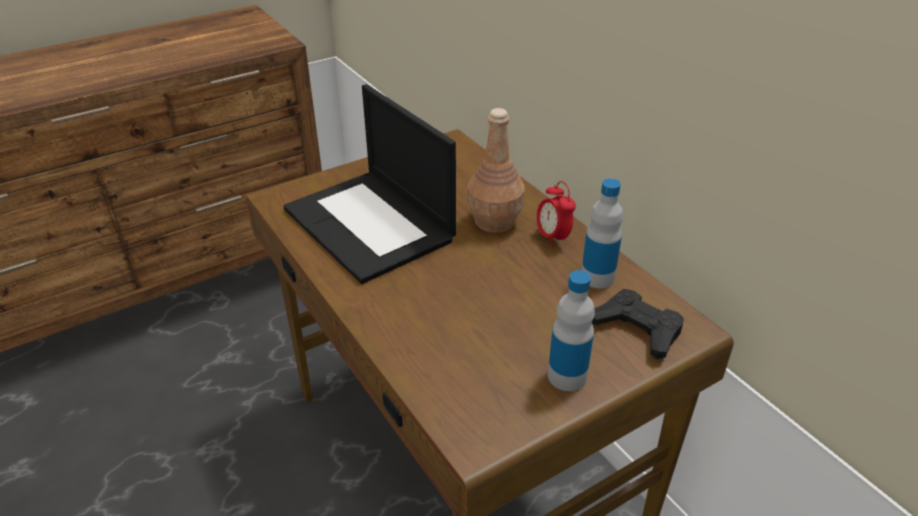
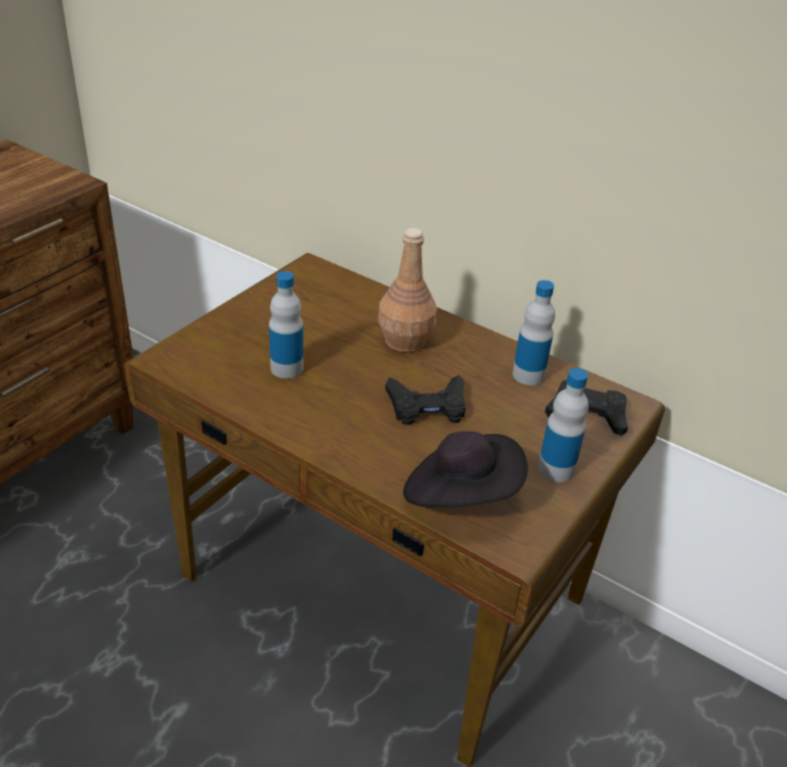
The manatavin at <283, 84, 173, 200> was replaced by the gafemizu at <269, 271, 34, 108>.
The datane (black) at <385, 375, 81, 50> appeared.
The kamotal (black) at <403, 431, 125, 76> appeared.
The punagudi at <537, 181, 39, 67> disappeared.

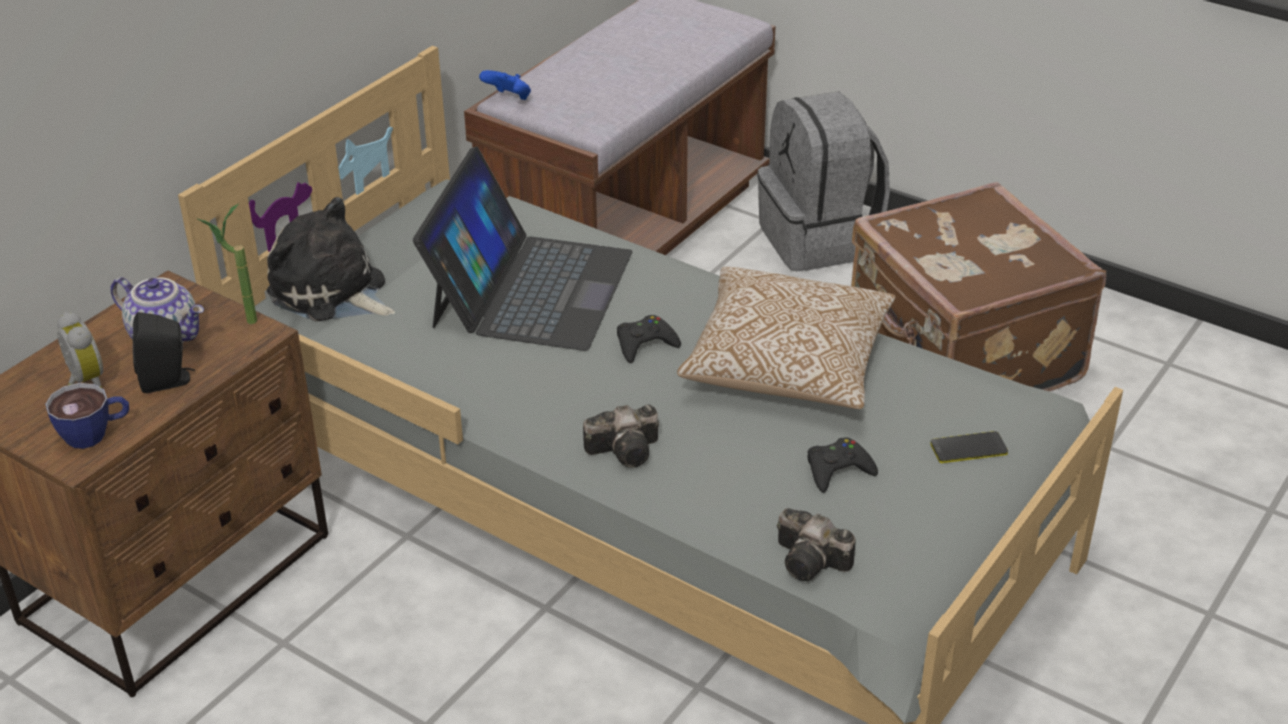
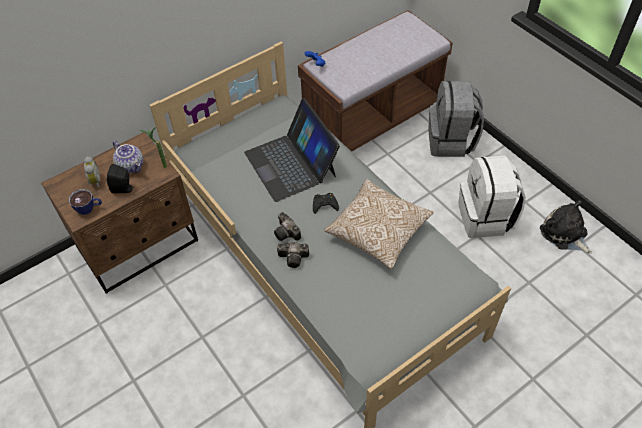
The manatavin at <413, 146, 219, 205> turned 120 degrees clockwise.
The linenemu moved from <777, 508, 79, 73> to <274, 212, 27, 29>.
The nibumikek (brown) at <851, 182, 255, 210> was replaced by the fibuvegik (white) at <458, 155, 68, 83>.
The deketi moved from <267, 197, 128, 125> to <540, 200, 52, 54>.
The datane (black) at <808, 437, 70, 56> disappeared.
The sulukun at <930, 431, 78, 32> disappeared.

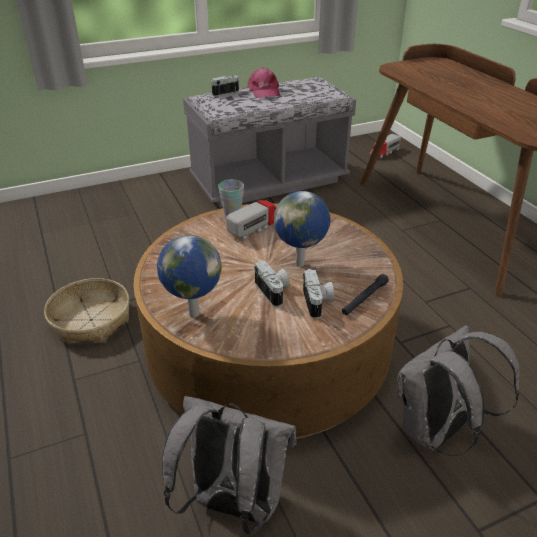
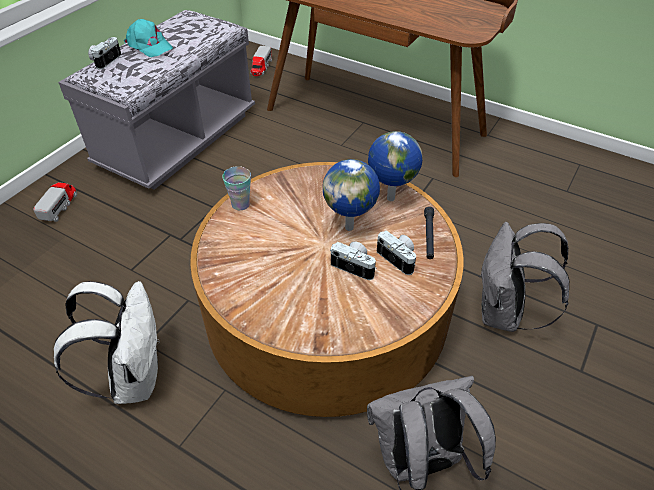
The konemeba moved from <226, 200, 50, 41> to <33, 182, 44, 40>.
The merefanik at <44, 278, 85, 65> was replaced by the fibuvegik (white) at <54, 281, 106, 123>.
The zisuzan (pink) at <247, 68, 33, 30> became the zisuzan (turquoise) at <124, 19, 49, 38>.
The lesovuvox moved from <157, 235, 65, 82> to <368, 131, 54, 70>.

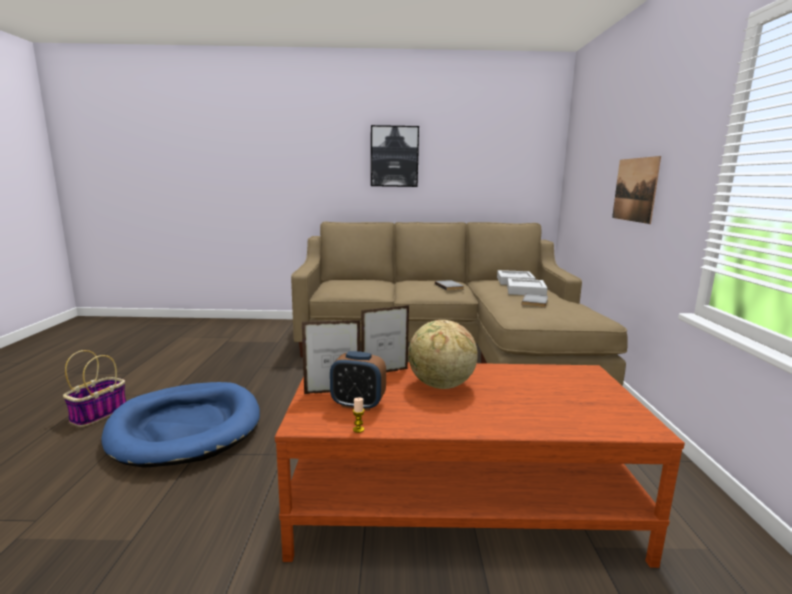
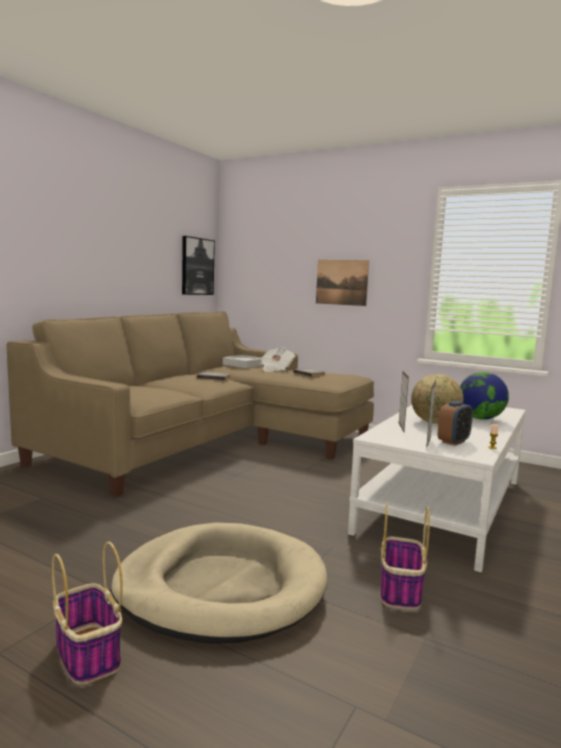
The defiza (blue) at <101, 382, 159, 86> became the defiza (beige) at <111, 523, 217, 121>.
The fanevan moved from <371, 125, 48, 62> to <182, 236, 33, 59>.
The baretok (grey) at <507, 278, 40, 18> was replaced by the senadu at <261, 347, 34, 25>.
The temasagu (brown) at <275, 362, 410, 206> became the temasagu (white) at <348, 405, 178, 167>.
The merefanik at <381, 501, 49, 109> appeared.
The lesovuvox at <460, 372, 49, 48> appeared.

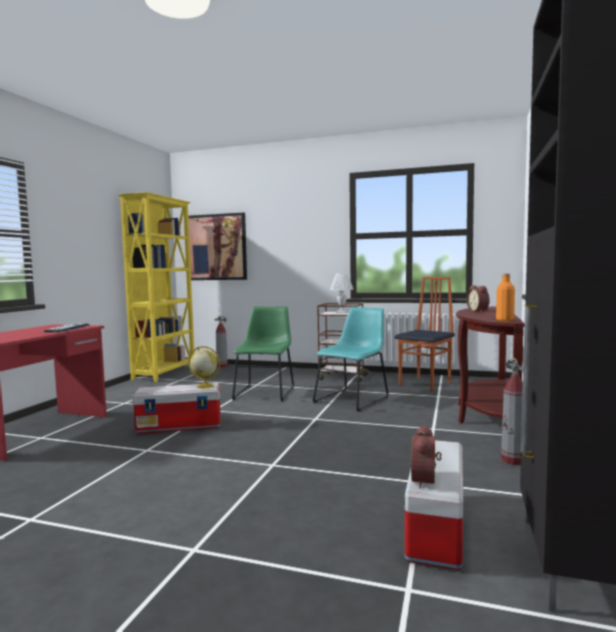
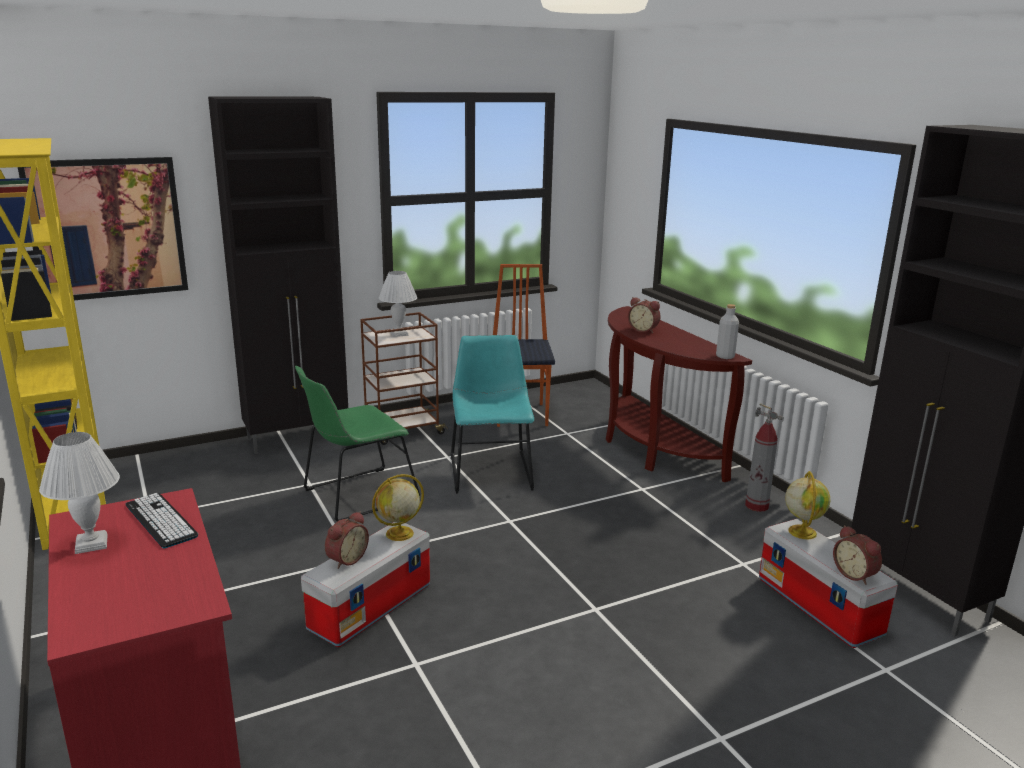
The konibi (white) at <39, 432, 81, 122> appeared.
The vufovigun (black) at <208, 97, 140, 357> appeared.
The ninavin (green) at <232, 306, 62, 96> turned 90 degrees counterclockwise.
The punagudi at <325, 512, 44, 57> appeared.
The gafemizu (orange) at <496, 274, 19, 47> became the gafemizu (grey) at <716, 304, 23, 55>.
The lesovuvox at <785, 471, 45, 68> appeared.
The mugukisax at <214, 316, 14, 52> disappeared.

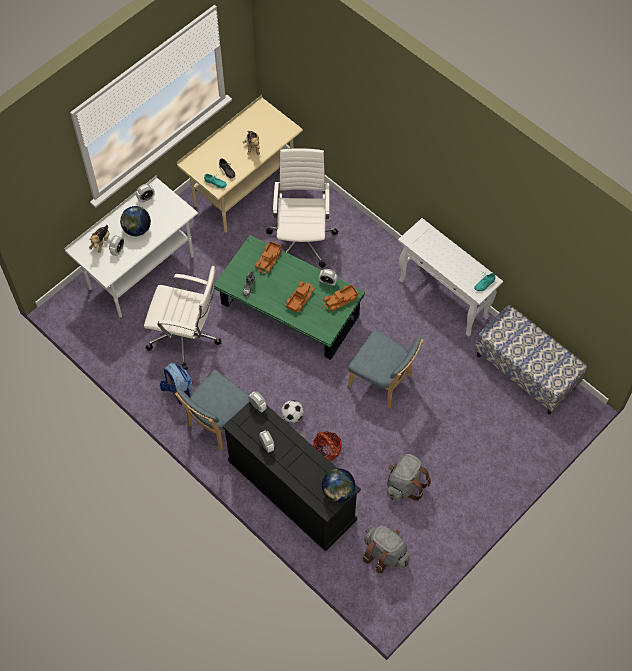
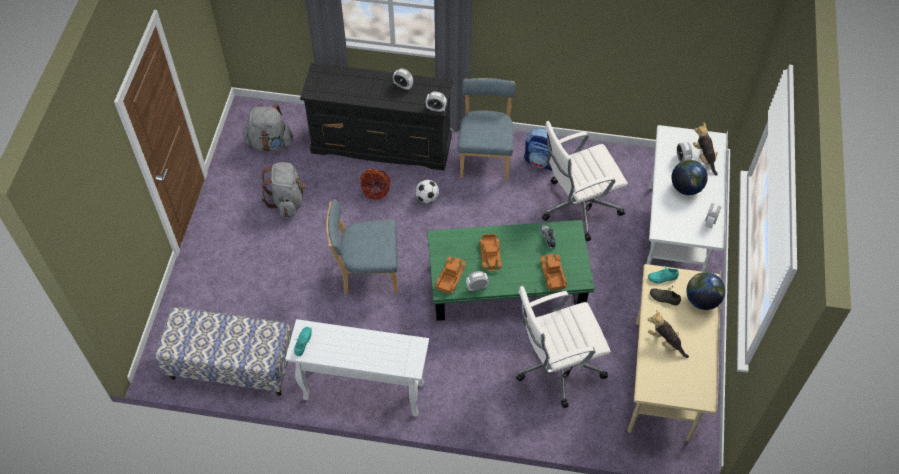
The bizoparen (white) at <266, 148, 72, 120> turned 105 degrees clockwise.
The lesovuvox moved from <322, 468, 33, 34> to <686, 272, 39, 38>.

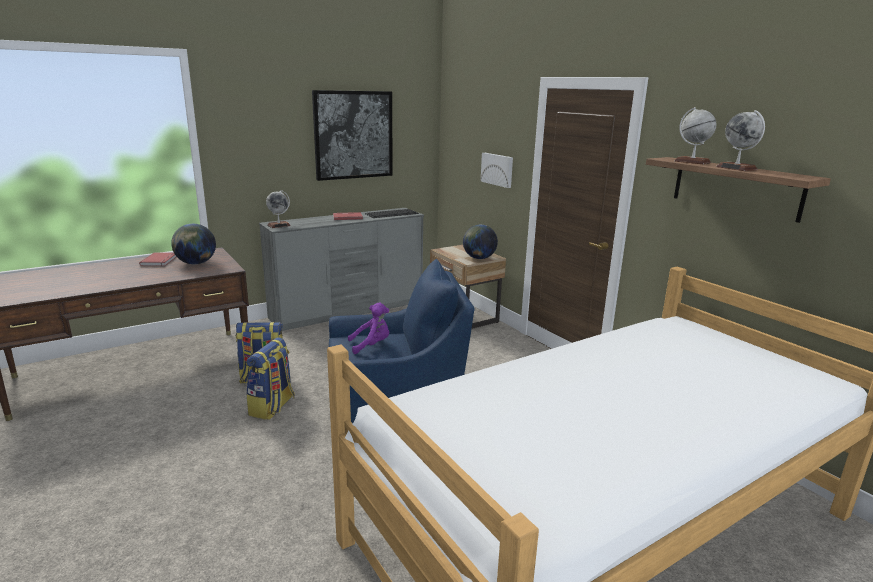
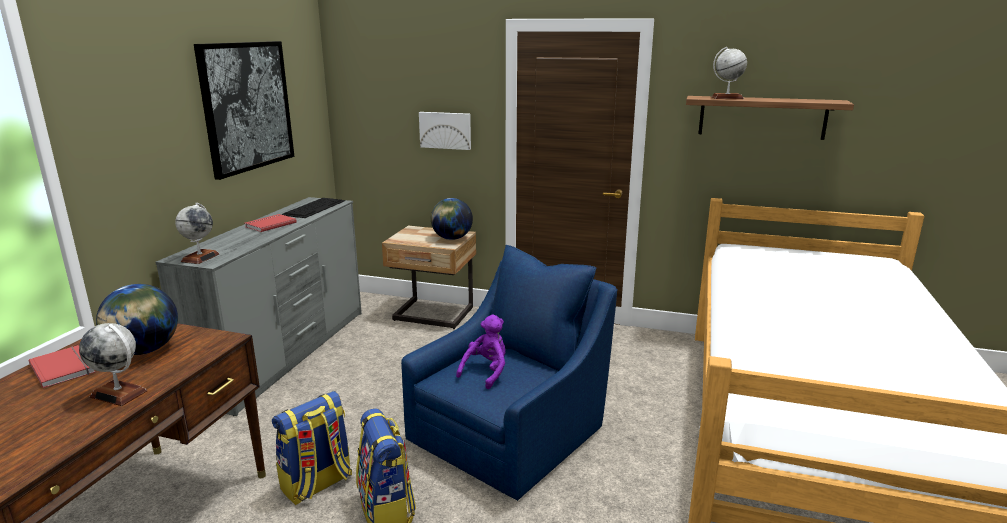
The lesovuvox moved from <716, 110, 49, 61> to <79, 323, 68, 83>.

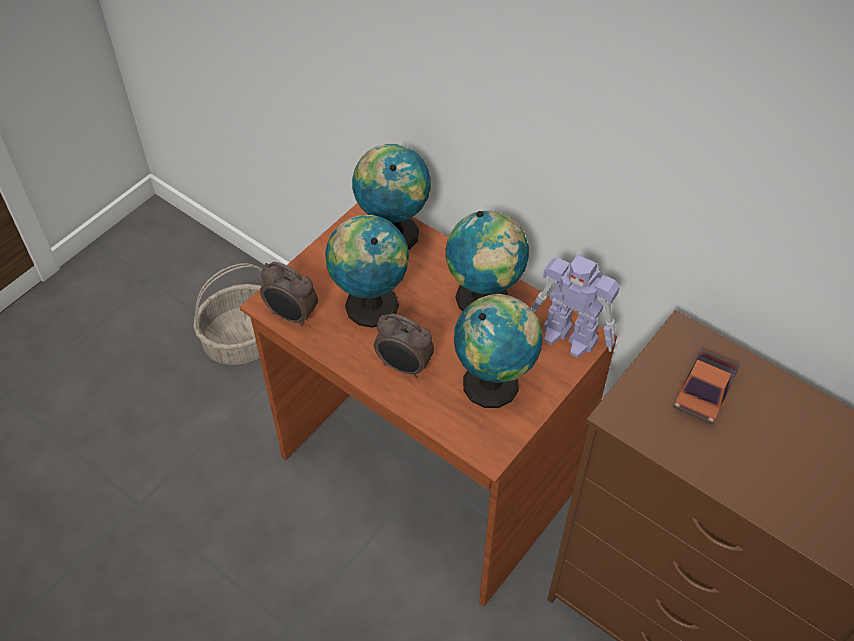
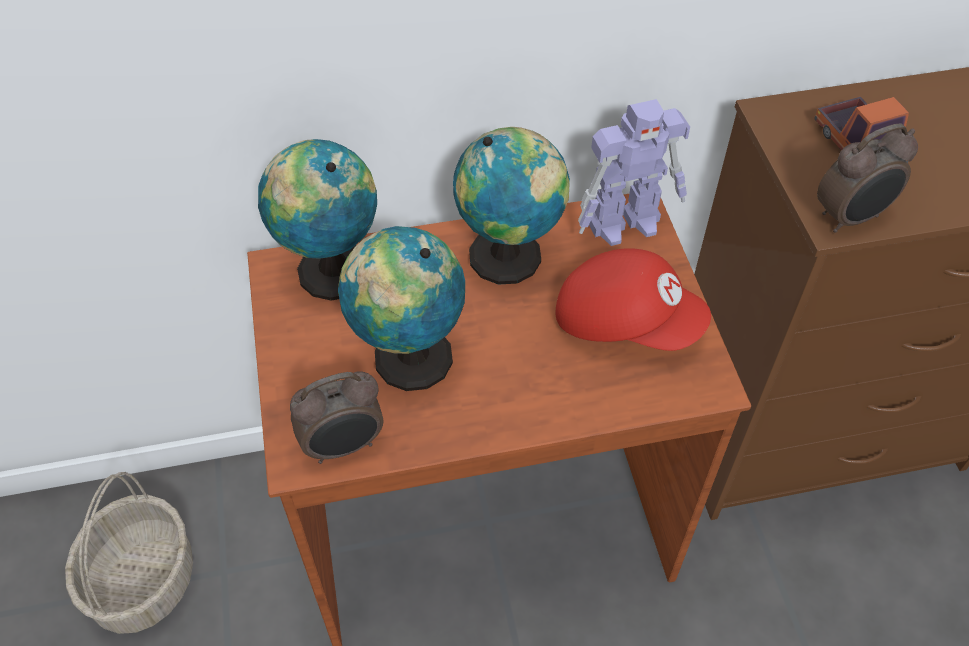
The lesovuvox at <454, 294, 89, 114> was replaced by the zisuzan (red) at <556, 248, 155, 103>.
The punagudi moved from <374, 314, 60, 64> to <817, 123, 101, 110>.

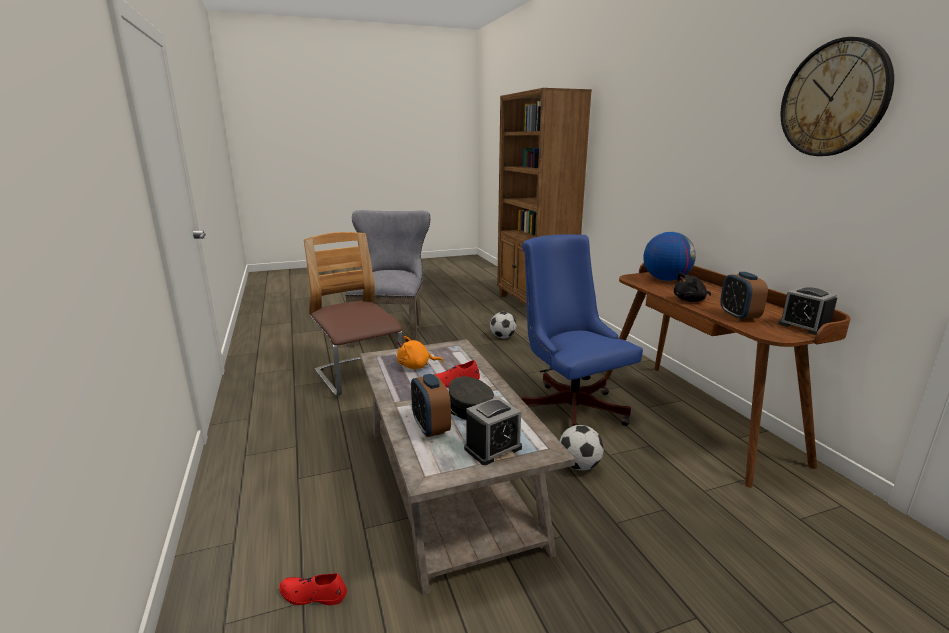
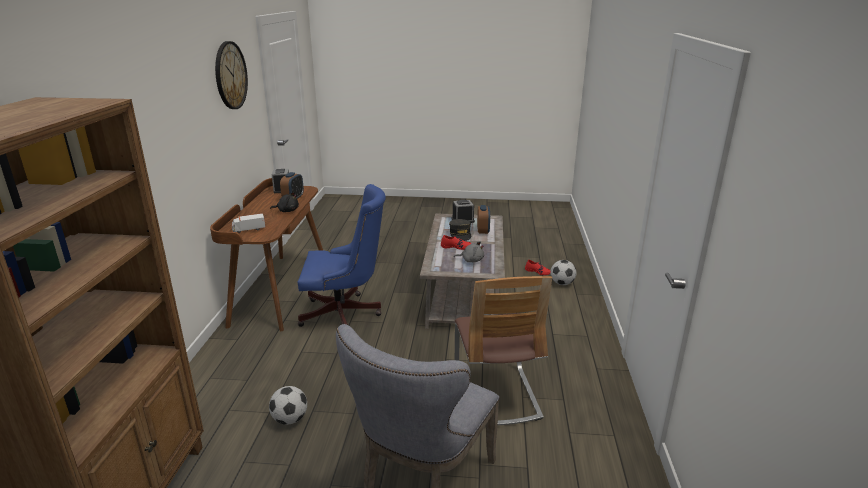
The lesovuvox at <643, 232, 53, 49> was replaced by the konemeba at <232, 213, 33, 20>.
The bizoparen (blue) at <521, 235, 122, 191> turned 90 degrees counterclockwise.
The deketi (orange) at <397, 336, 46, 33> became the deketi (grey) at <454, 241, 30, 21>.
The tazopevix moved from <560, 425, 44, 45> to <550, 260, 27, 25>.

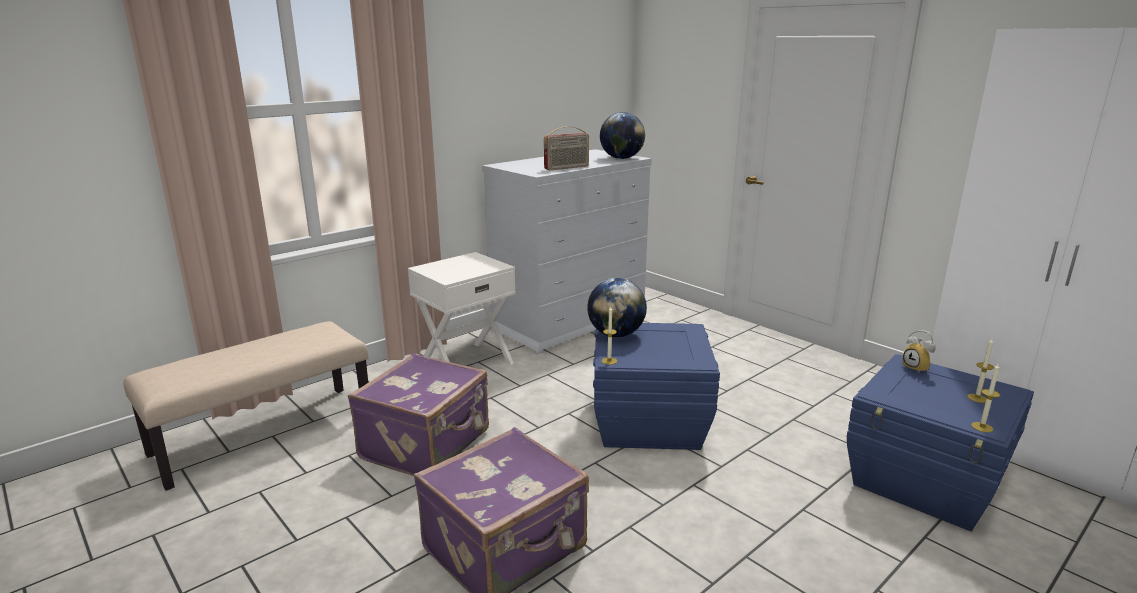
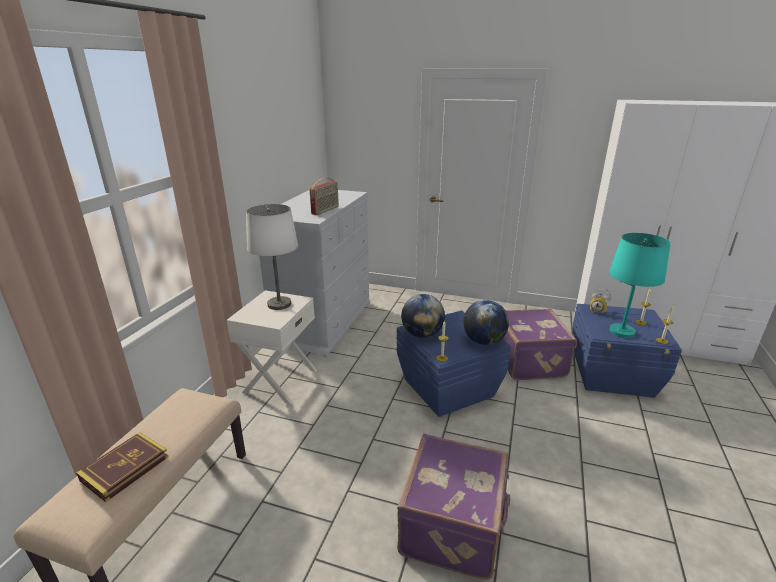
The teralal at <76, 432, 92, 70> appeared.
The konibi (white) at <246, 204, 52, 106> appeared.
The lesovuvox moved from <600, 112, 45, 47> to <463, 300, 46, 45>.
The nibumikek (purple) moved from <348, 353, 141, 123> to <502, 309, 75, 71>.
The konibi (turquoise) at <609, 233, 62, 105> appeared.

